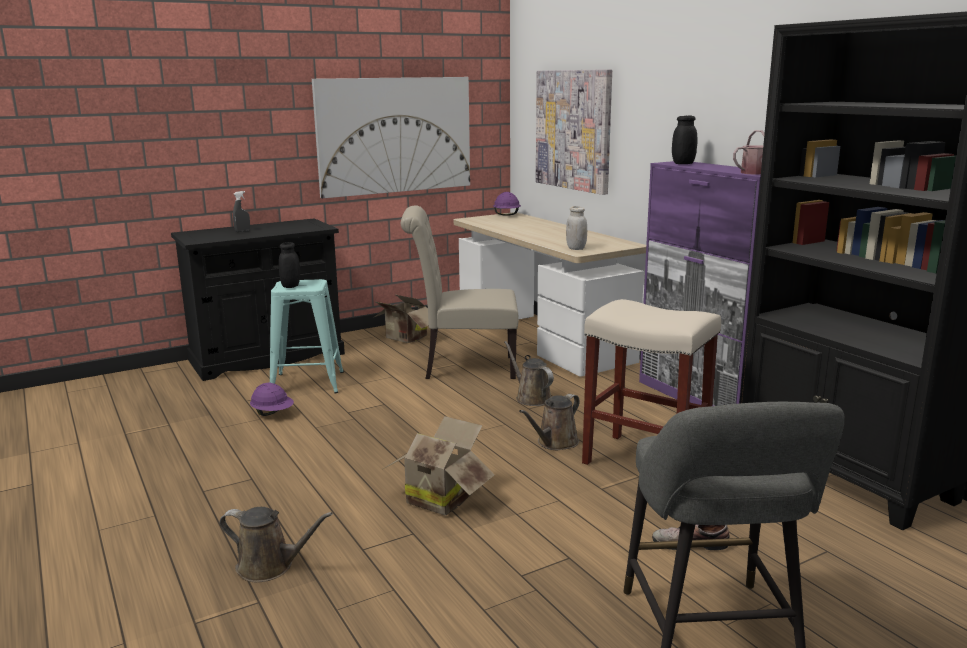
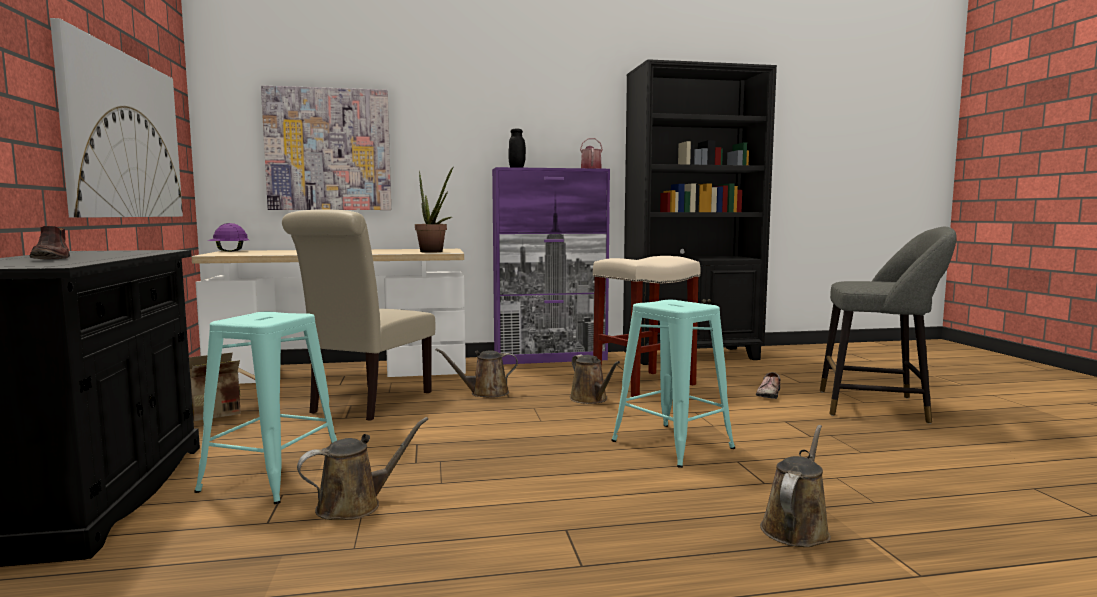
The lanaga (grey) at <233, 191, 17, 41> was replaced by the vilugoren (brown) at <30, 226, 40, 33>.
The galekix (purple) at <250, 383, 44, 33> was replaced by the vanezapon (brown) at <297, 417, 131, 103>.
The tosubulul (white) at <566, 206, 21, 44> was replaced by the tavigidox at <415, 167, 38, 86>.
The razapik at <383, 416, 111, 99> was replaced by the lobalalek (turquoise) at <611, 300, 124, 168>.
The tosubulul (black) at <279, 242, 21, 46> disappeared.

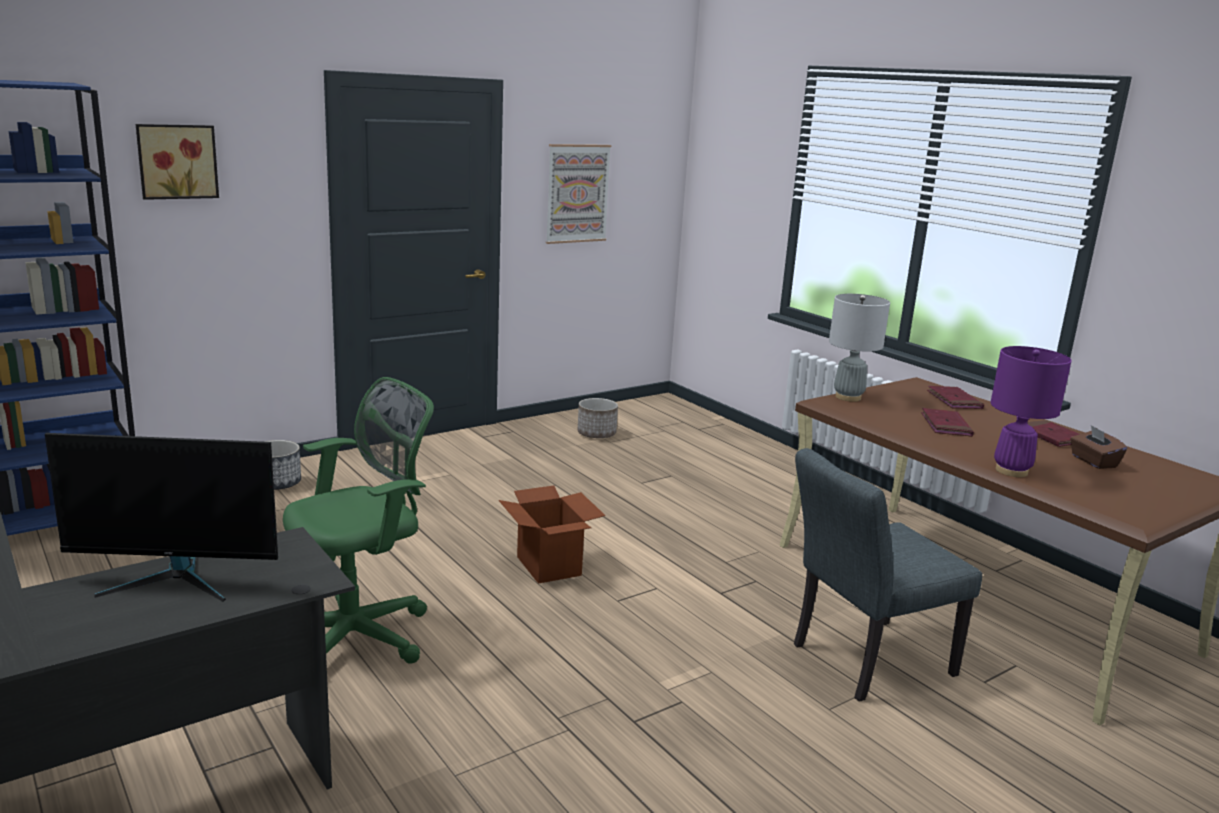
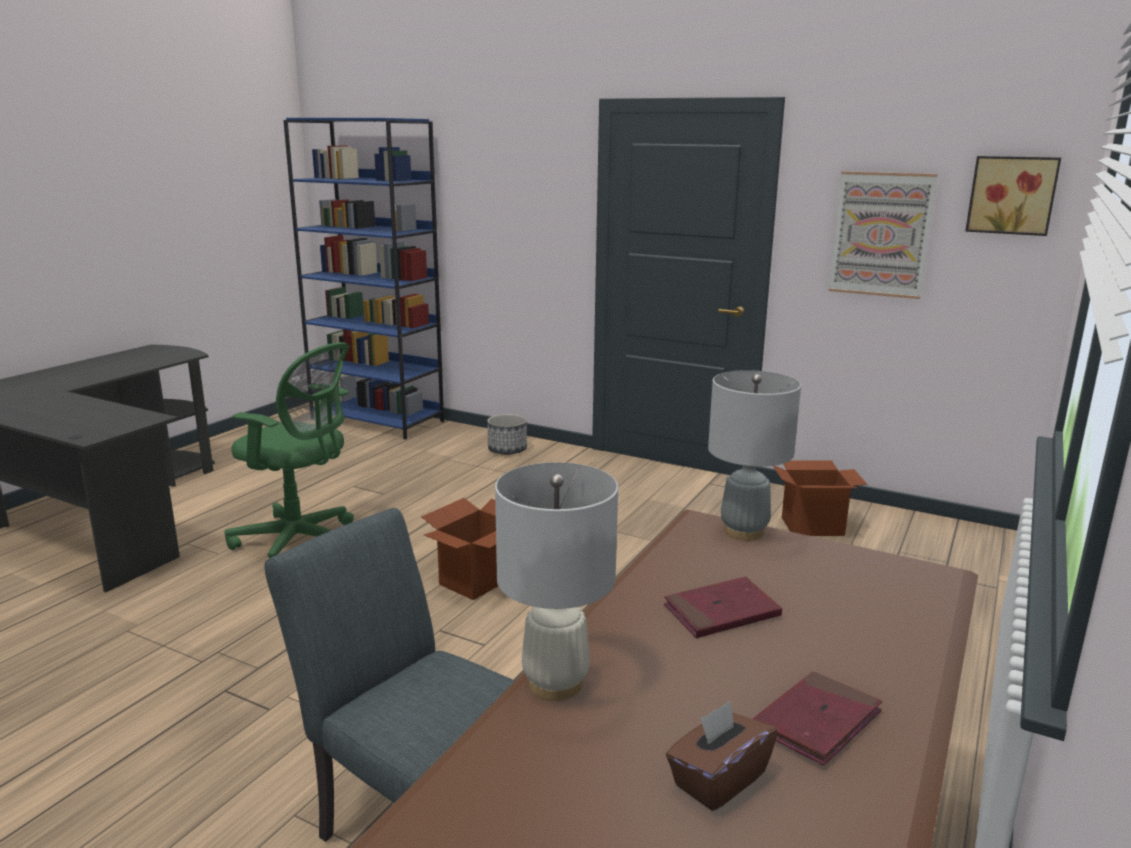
The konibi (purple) at <990, 346, 82, 131> became the konibi (white) at <495, 462, 123, 239>.
The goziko at <578, 398, 40, 40> was replaced by the razapik at <773, 460, 94, 76>.
The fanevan moved from <136, 124, 83, 76> to <965, 156, 96, 80>.
The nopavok at <45, 433, 233, 169> disappeared.
The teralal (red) at <927, 386, 57, 23> disappeared.

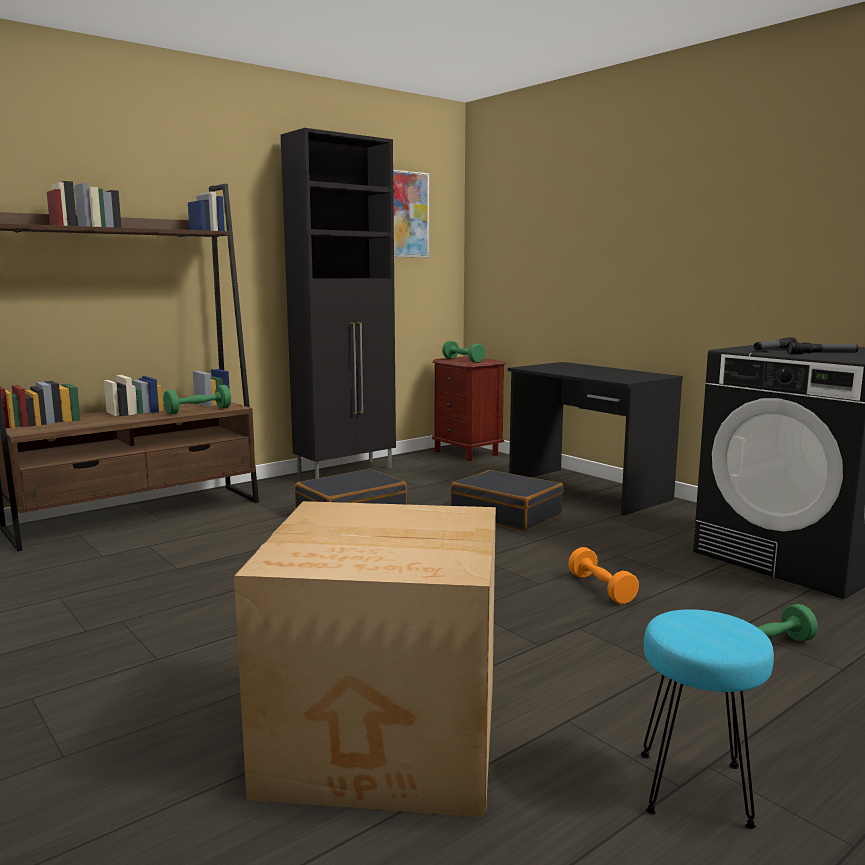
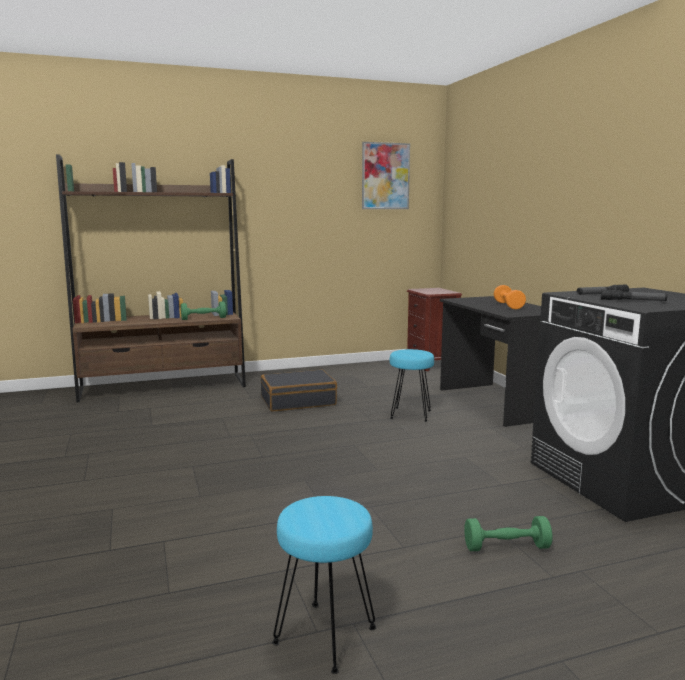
The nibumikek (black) at <450, 470, 113, 61> was replaced by the lobalalek (turquoise) at <390, 349, 44, 73>.
The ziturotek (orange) moved from <568, 547, 71, 57> to <494, 285, 32, 24>.
The razapik at <234, 501, 262, 316> disappeared.
The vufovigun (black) at <281, 128, 115, 351> disappeared.
The ziturotek (green) at <442, 341, 43, 22> disappeared.

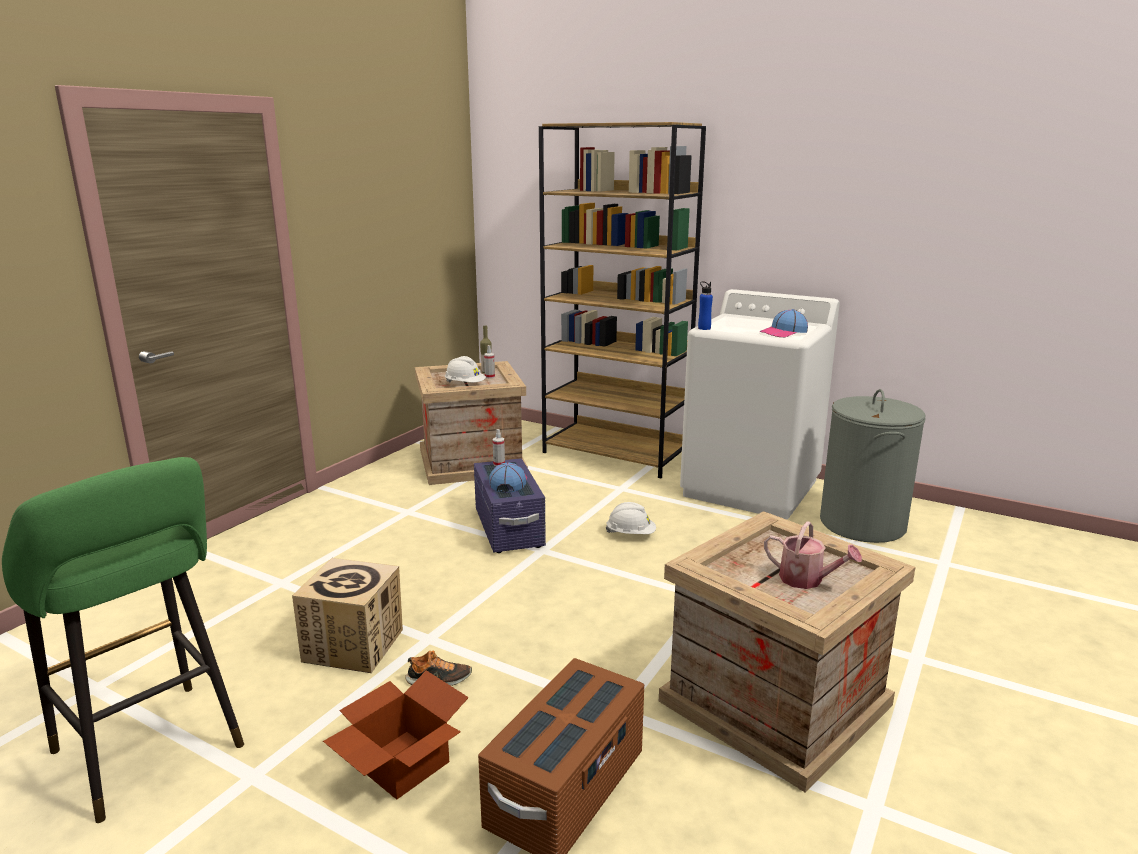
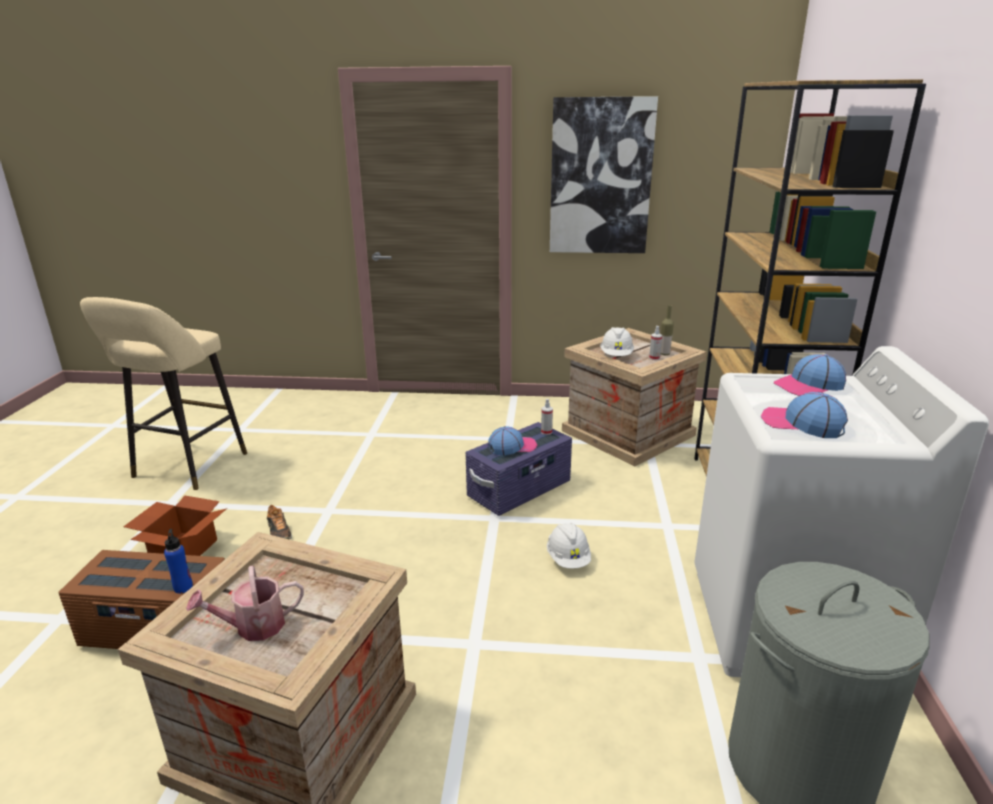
The lobalalek (green) at <2, 457, 242, 366> became the lobalalek (beige) at <80, 297, 167, 193>.
The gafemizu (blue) moved from <698, 281, 15, 49> to <164, 529, 29, 64>.
The vanezapon at <764, 521, 98, 68> turned 60 degrees clockwise.
The fanevan at <550, 96, 108, 157> appeared.
The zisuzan at <774, 354, 72, 42> appeared.
The razapik at <292, 558, 111, 115> disappeared.

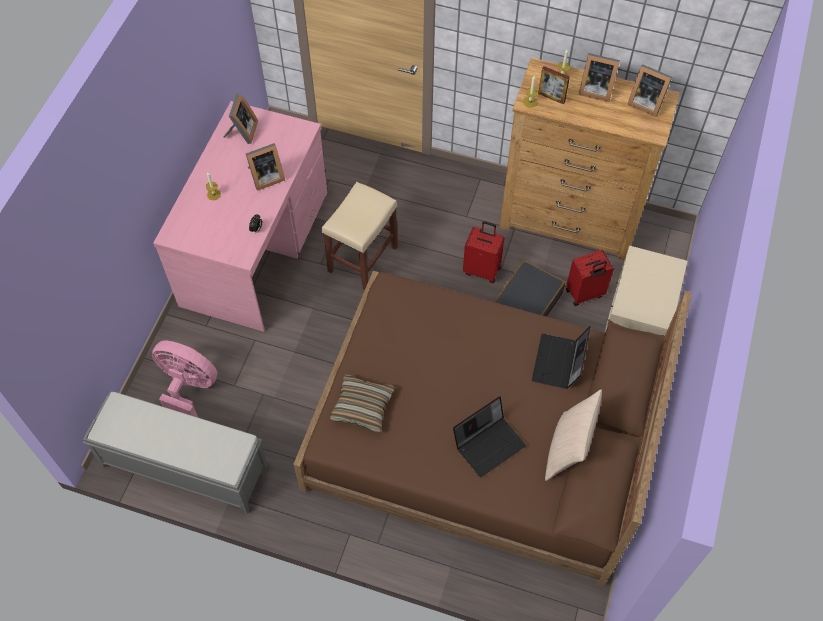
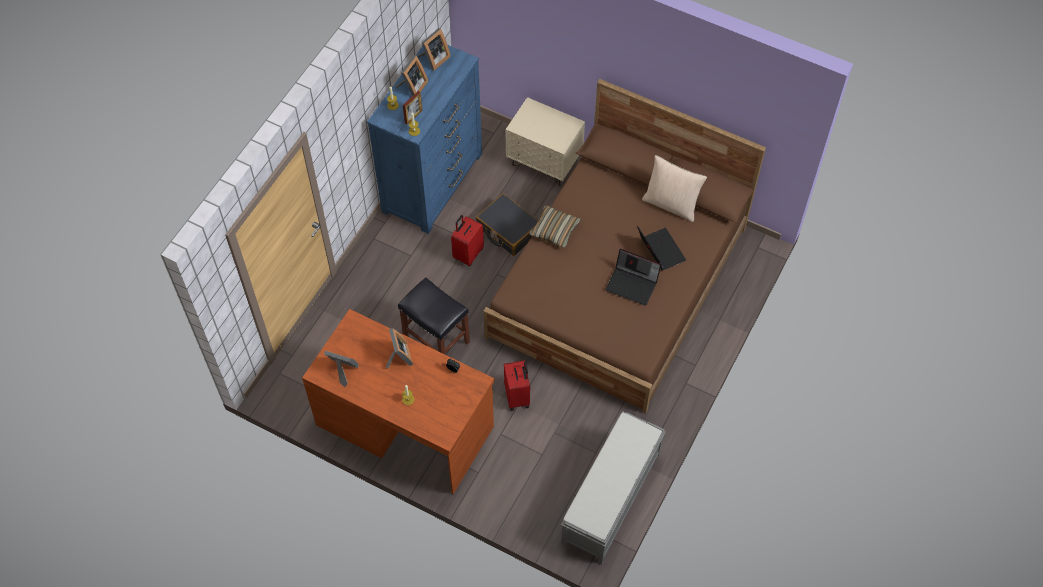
The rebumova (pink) at <153, 101, 174, 231> became the rebumova (brown) at <302, 309, 192, 185>.
The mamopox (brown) at <500, 58, 180, 202> became the mamopox (blue) at <367, 45, 115, 189>.
The lobalalek (beige) at <322, 182, 76, 108> became the lobalalek (black) at <398, 277, 72, 77>.
The nibumikek (red) moved from <566, 250, 48, 56> to <504, 360, 26, 51>.
The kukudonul moved from <330, 374, 65, 59> to <529, 205, 52, 43>.
The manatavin moved from <532, 326, 58, 63> to <605, 249, 56, 57>.
The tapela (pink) at <152, 341, 65, 76> disappeared.

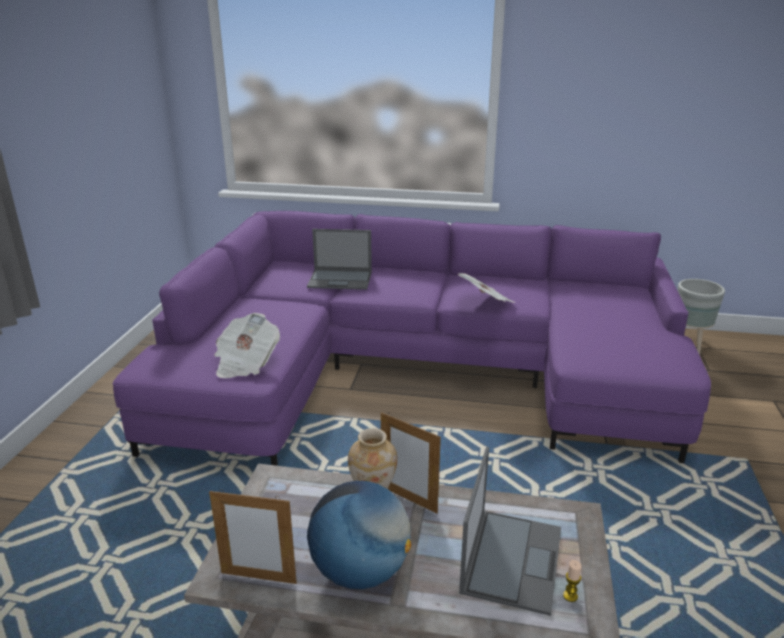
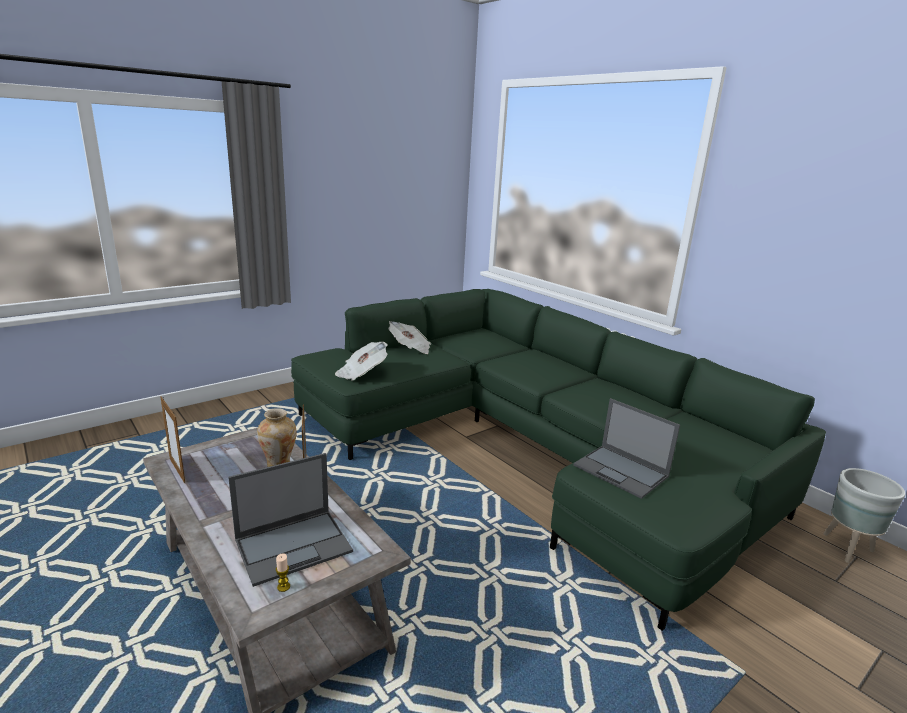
The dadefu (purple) at <113, 211, 598, 255> became the dadefu (green) at <291, 289, 535, 342>.
The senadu moved from <458, 273, 58, 30> to <388, 321, 43, 33>.
The manatavin moved from <307, 229, 65, 61> to <573, 398, 107, 101>.
The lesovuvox at <307, 481, 104, 108> disappeared.

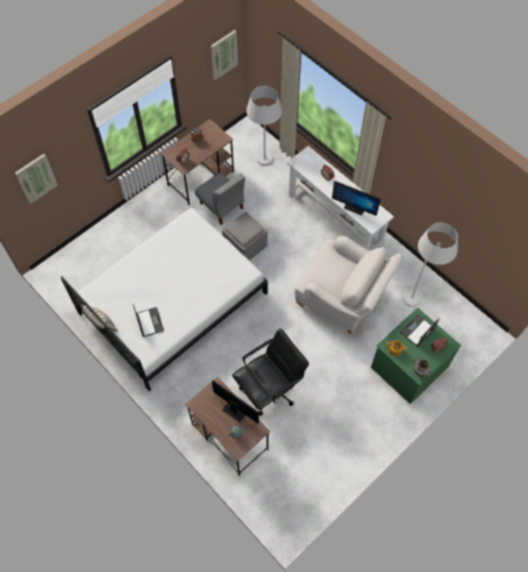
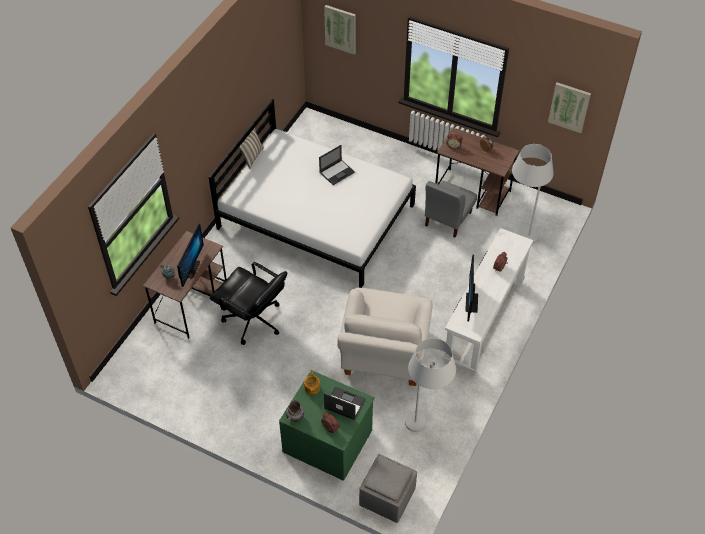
The manatavin moved from <133, 304, 31, 33> to <319, 145, 36, 40>.
The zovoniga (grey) moved from <222, 212, 46, 48> to <359, 454, 58, 69>.

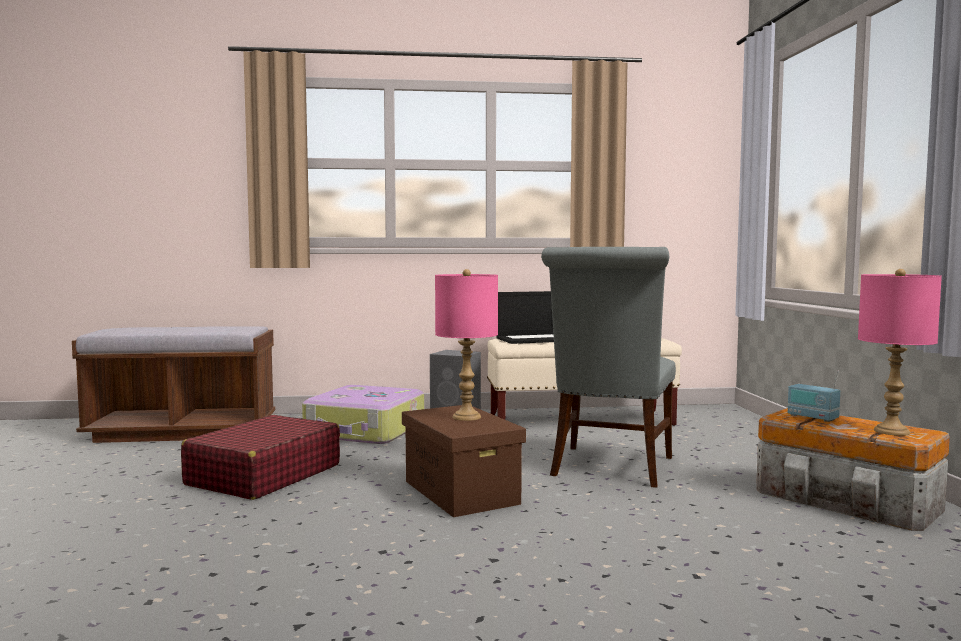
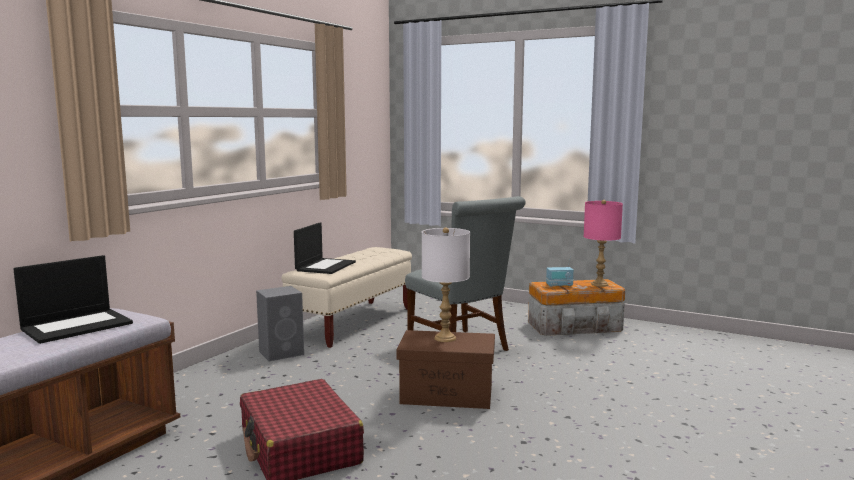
The manatavin at <13, 255, 120, 89> appeared.
The konibi (pink) at <435, 269, 63, 152> became the konibi (white) at <422, 227, 48, 115>.
The nibumikek at <302, 385, 123, 59> disappeared.

